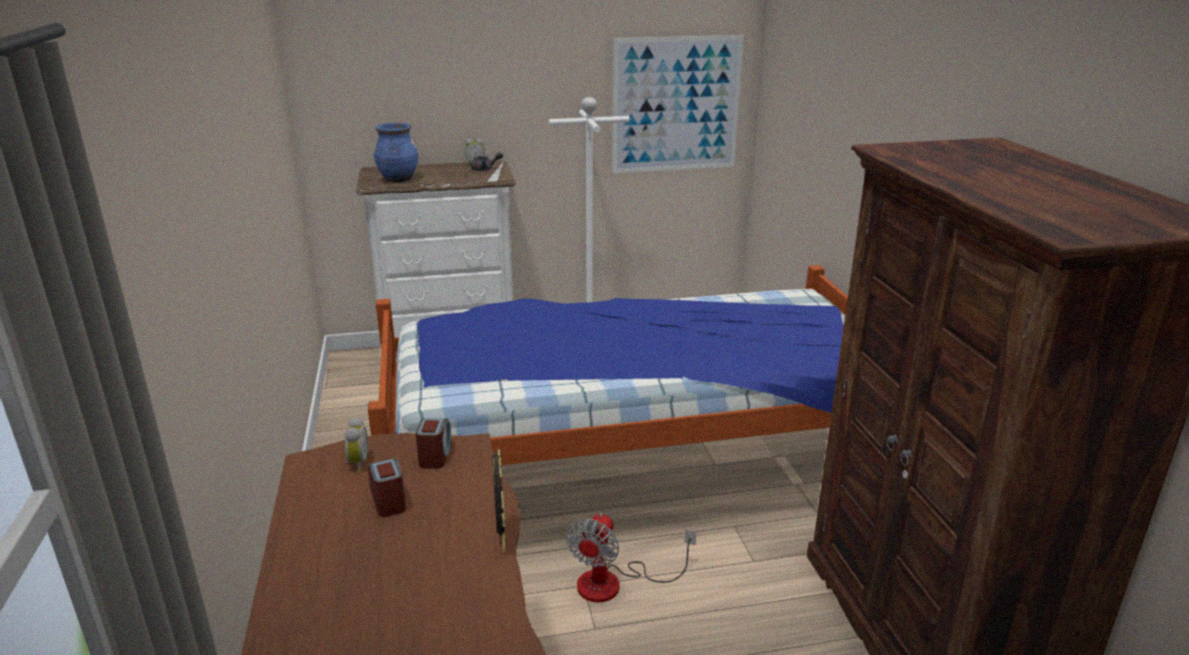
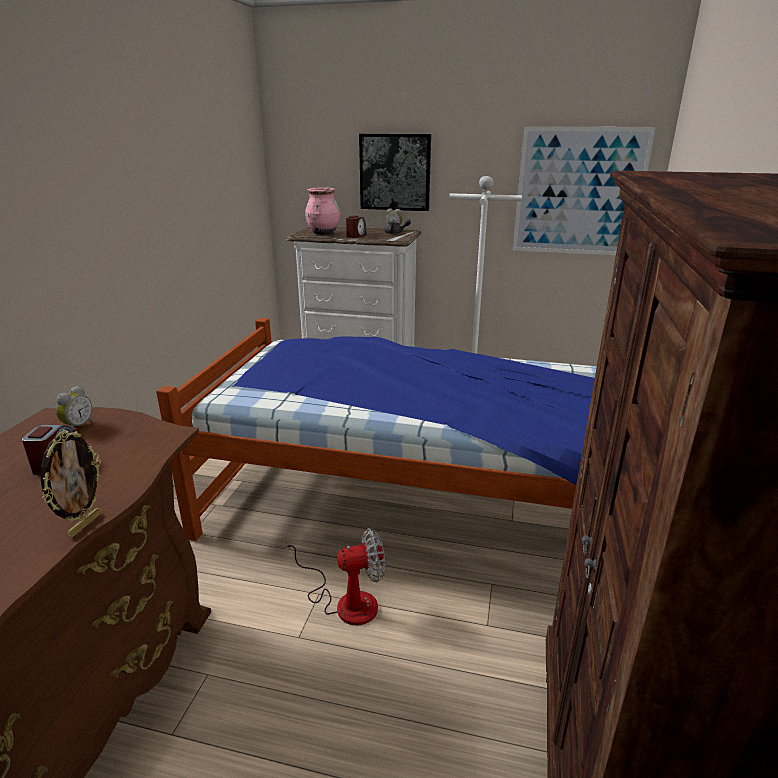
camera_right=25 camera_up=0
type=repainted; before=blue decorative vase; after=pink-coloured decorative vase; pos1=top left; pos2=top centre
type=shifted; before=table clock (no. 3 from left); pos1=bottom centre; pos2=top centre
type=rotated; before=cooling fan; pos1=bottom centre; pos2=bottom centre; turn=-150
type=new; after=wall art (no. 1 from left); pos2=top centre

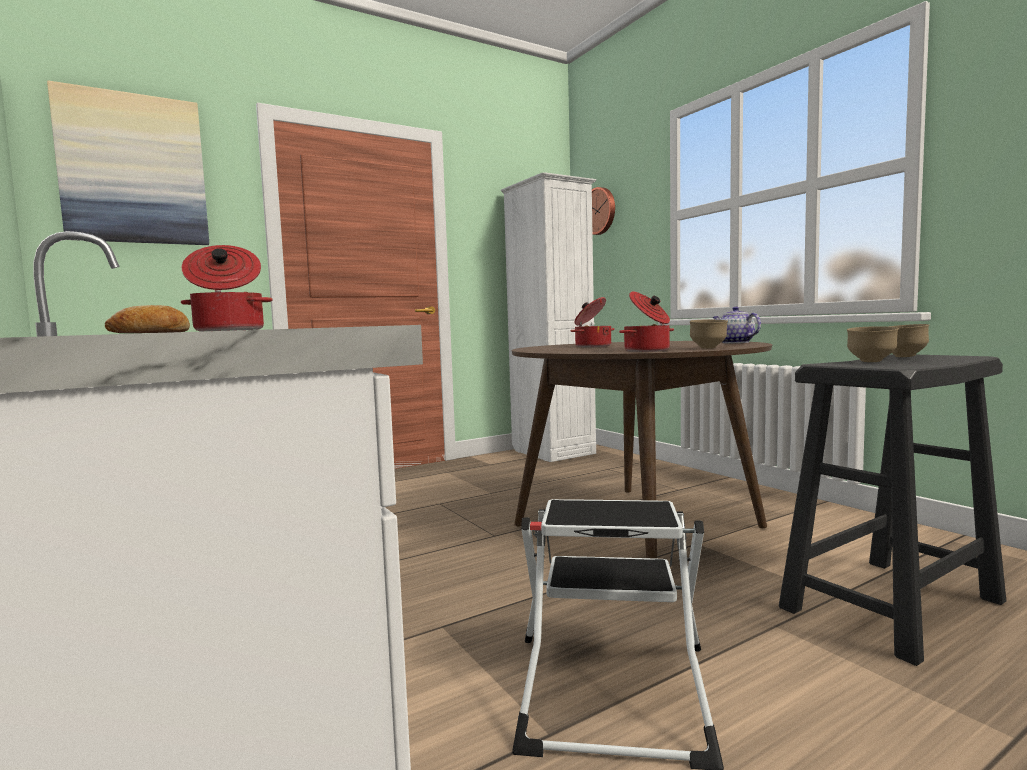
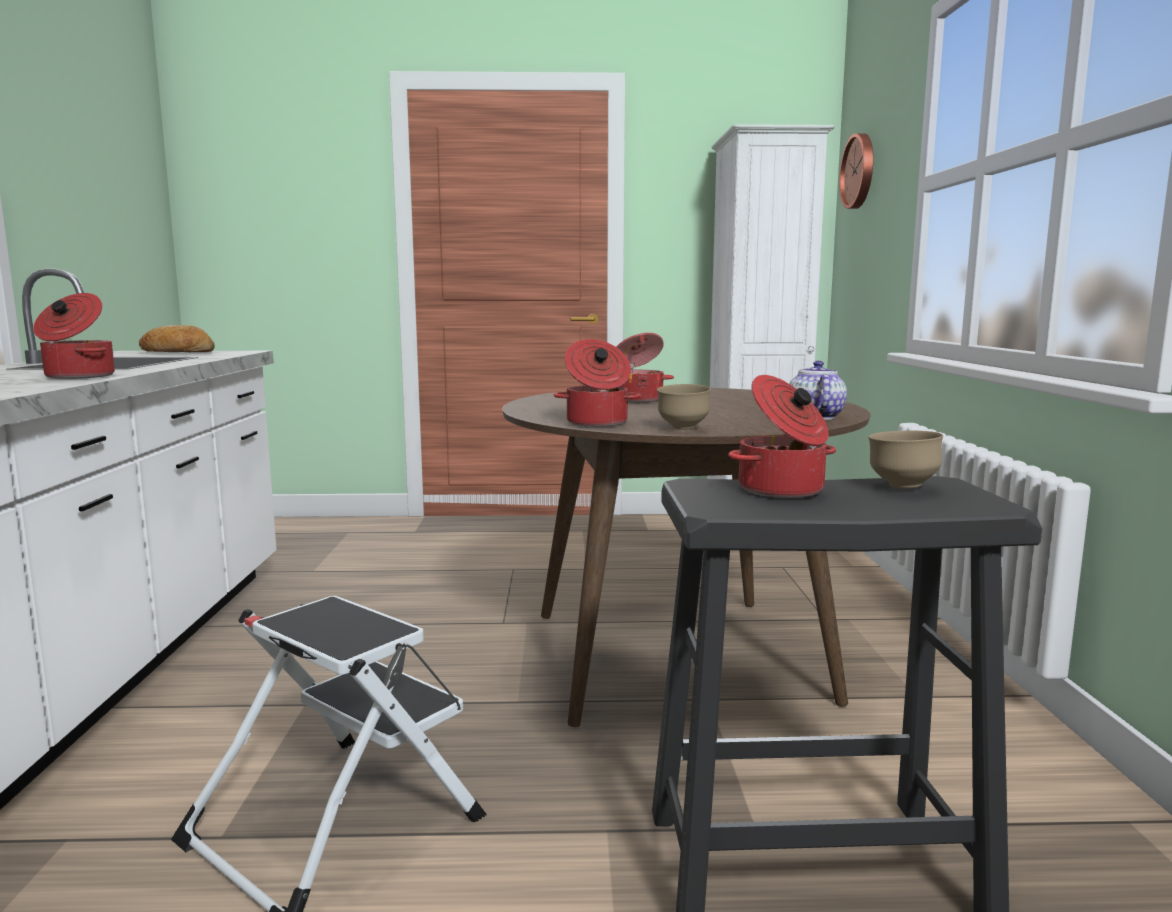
camera_right=30 camera_up=5
type=gone; before=wall art; pos1=top left
type=swapped; before=brownish serving bowl (no. 2 from left); after=saucepot (no. 4 from left); pos1=middle right; pos2=middle right

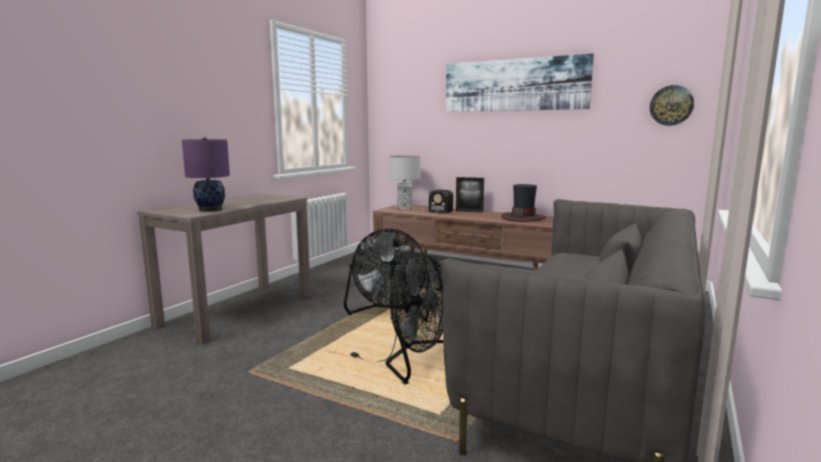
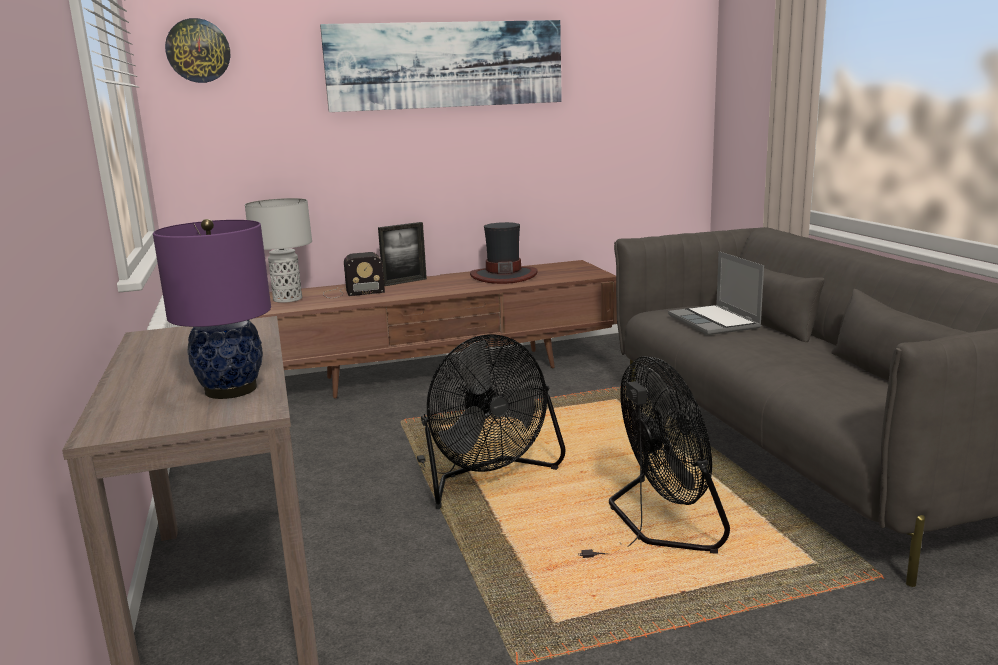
camera_right=-45 camera_up=5
type=shifted; before=hanging clock; pos1=top right; pos2=top left
type=new; after=portable computer; pos2=middle right

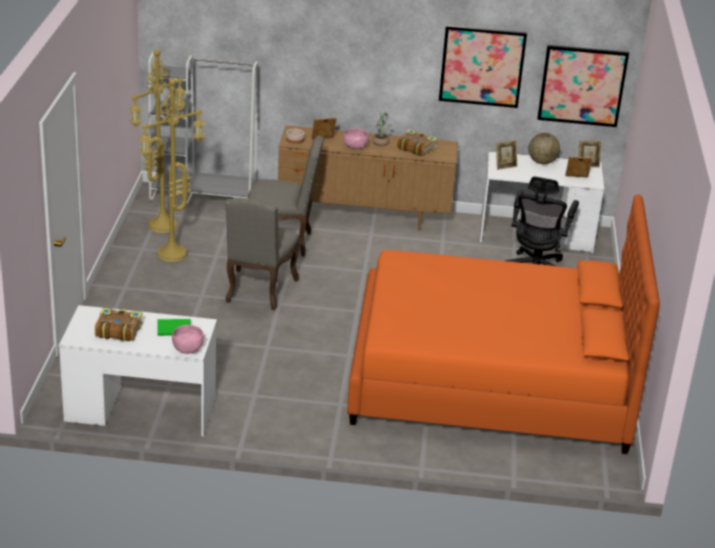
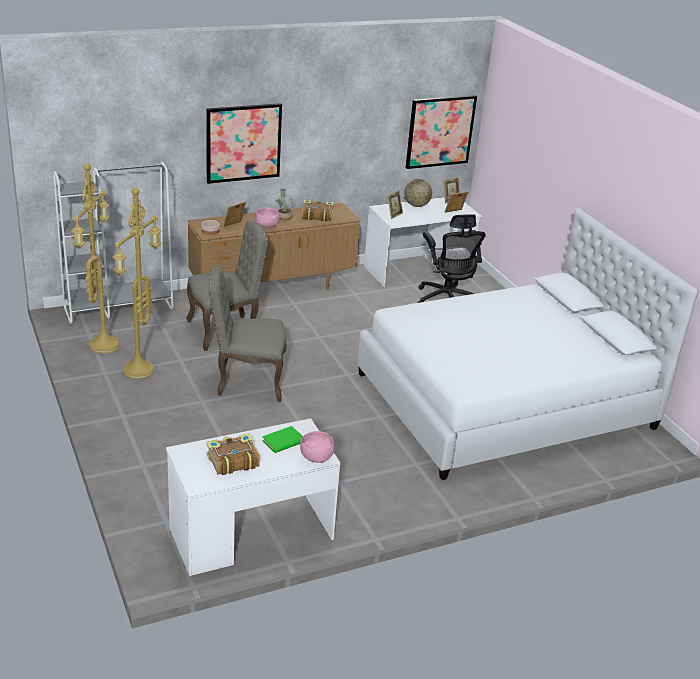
camera_right=-30 camera_up=0
type=rotated; before=grey upright chair (no. 1 from left in the first image); pos1=centre; pos2=centre; turn=105
type=repainted; before=orange-coloured sleeping bed; after=whitish sleeping bed; pos1=middle right; pos2=middle right
type=shifted; before=wall art (no. 1 from left); pos1=top right; pos2=top centre

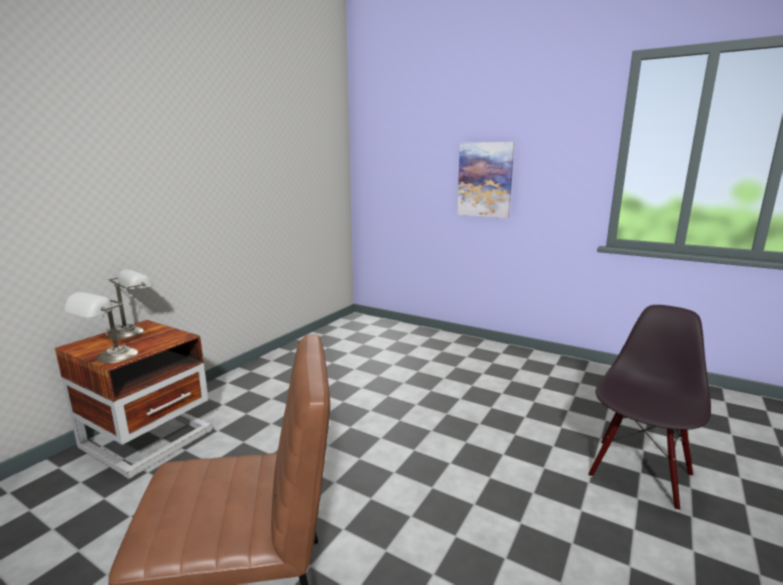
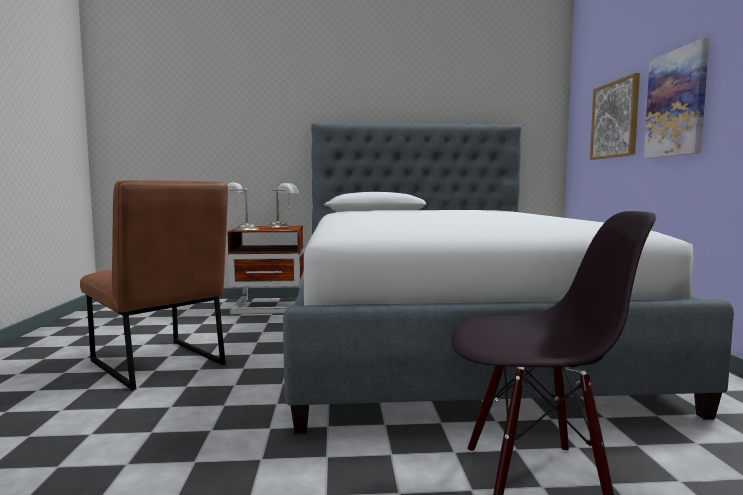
camera_right=55 camera_up=-10
type=new; after=sleeping bed; pos2=middle right
type=new; after=wall art (no. 1 from left); pos2=top right

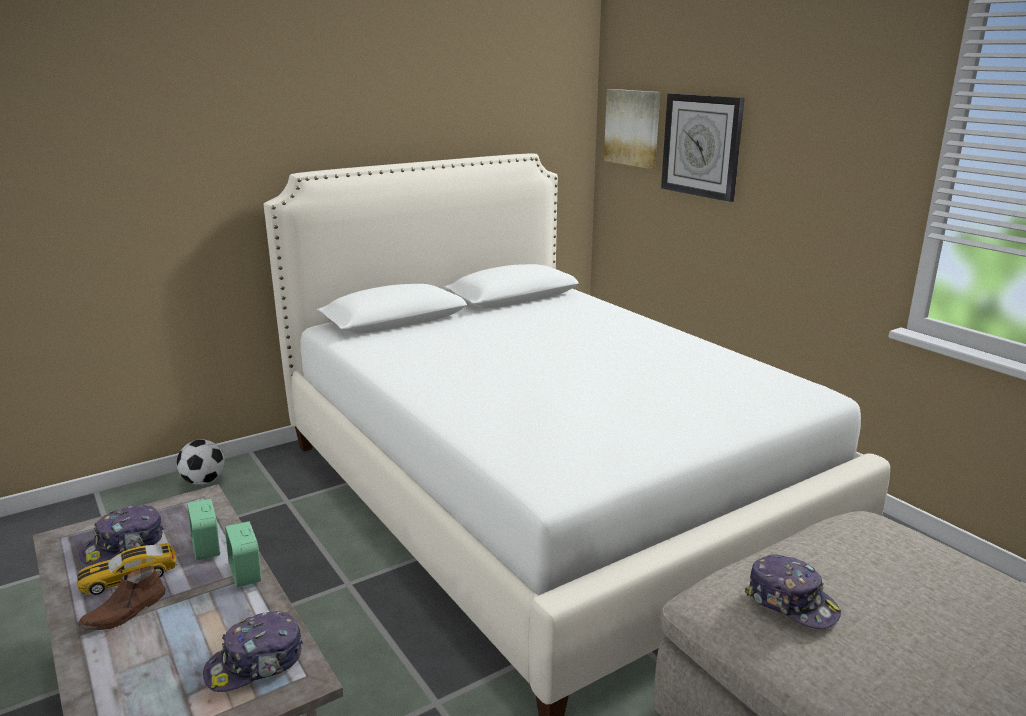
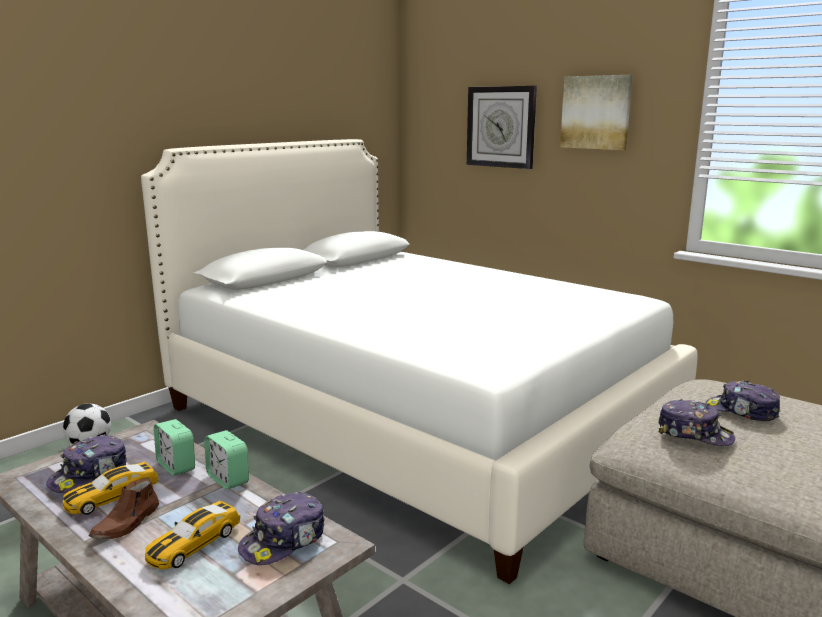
camera_right=-15 camera_up=-5
type=shifted; before=wall art; pos1=top centre; pos2=top right
type=new; after=model car (no. 2 from left); pos2=bottom left
type=new; after=peaked cap (no. 4 from left); pos2=middle right

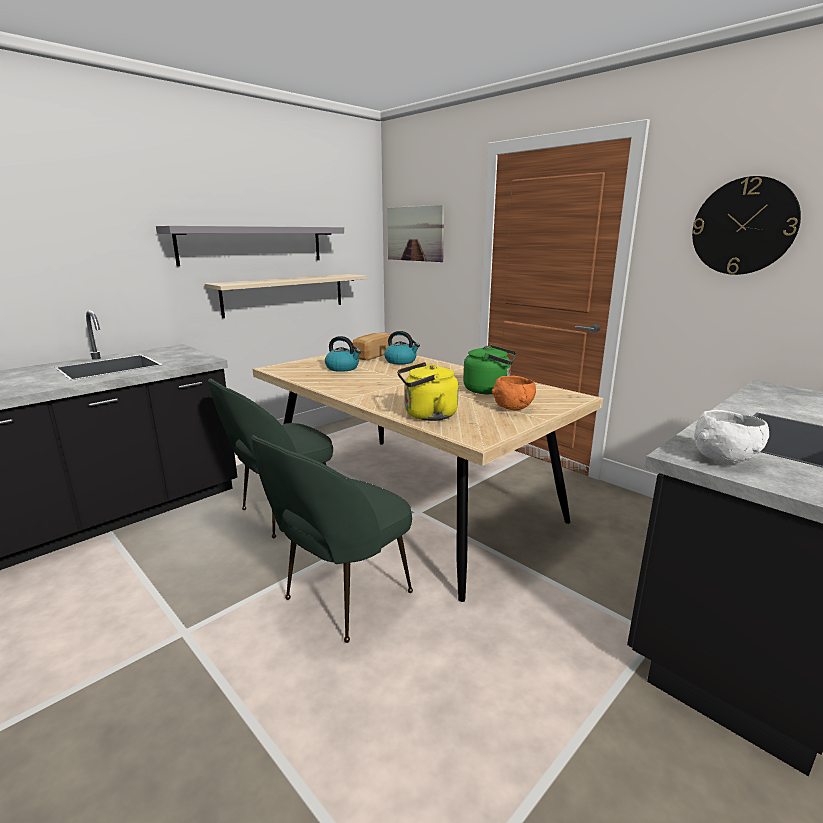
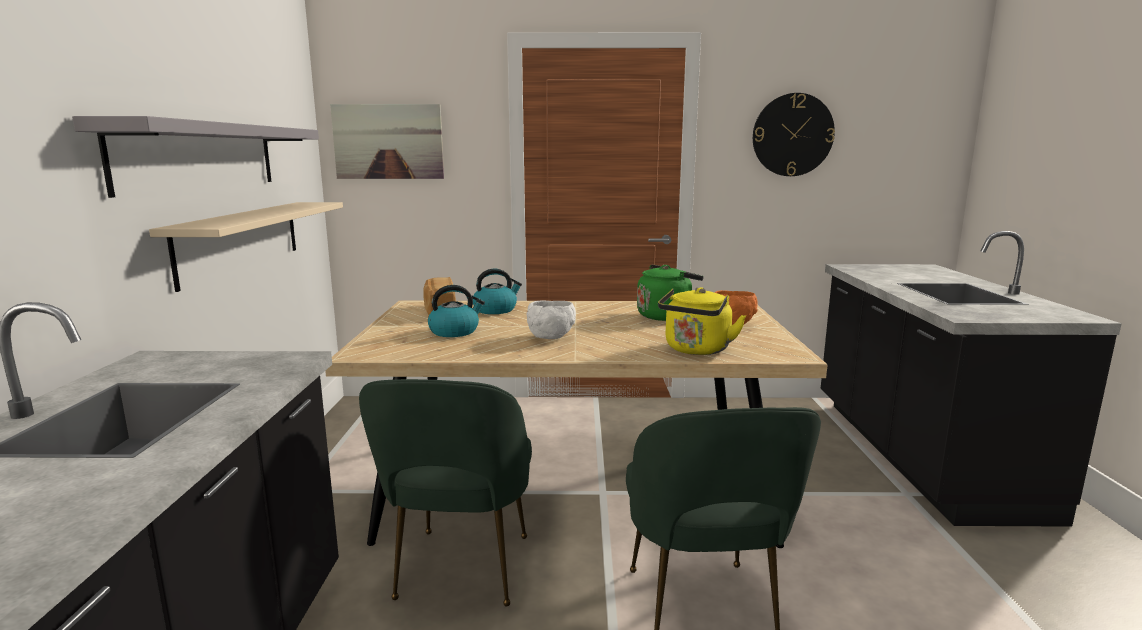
camera_right=-45 camera_up=-5
type=shifted; before=whitish serving bowl; pos1=middle right; pos2=centre

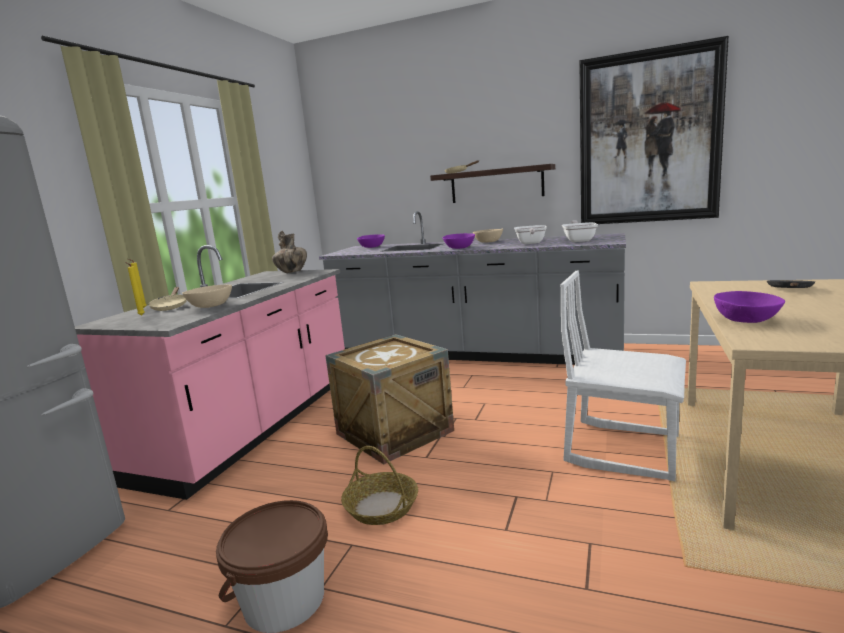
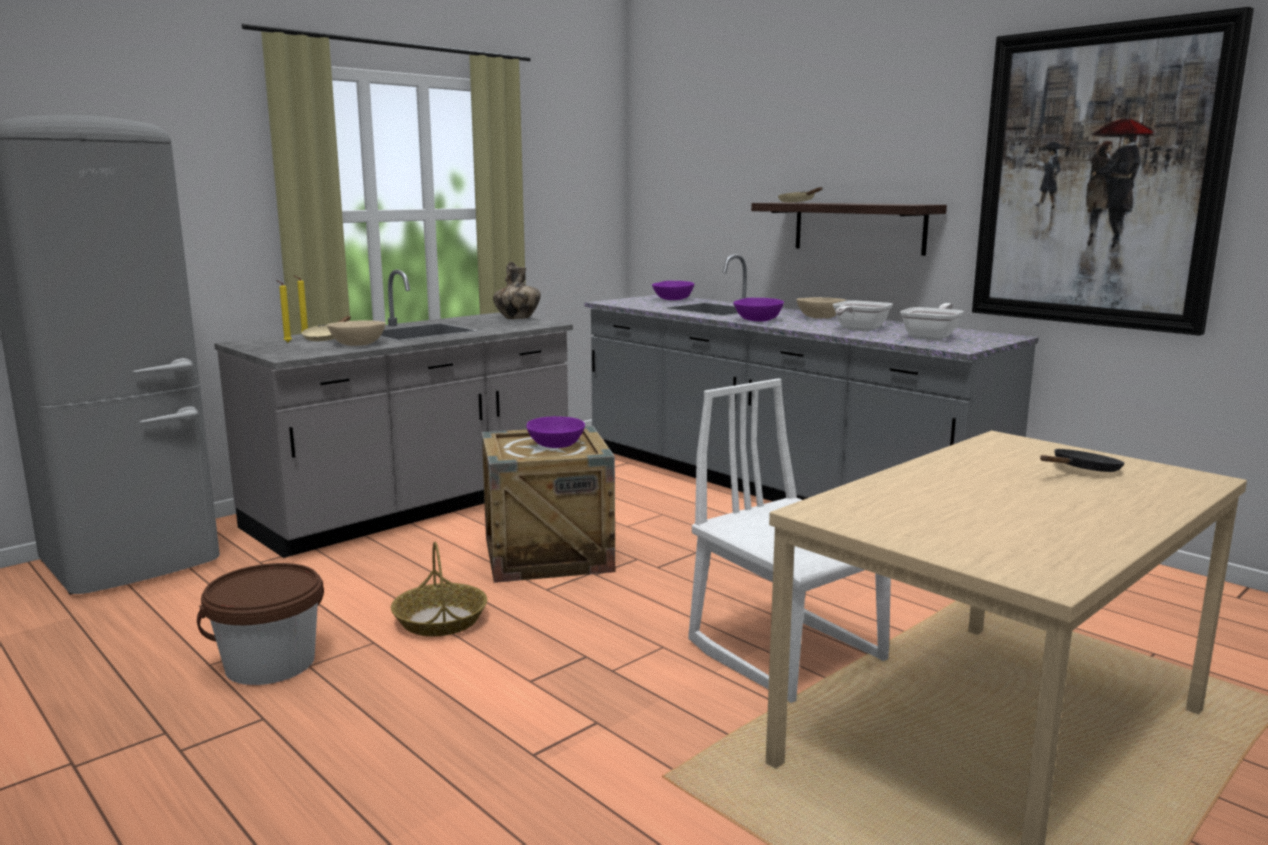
camera_right=25 camera_up=0
type=repainted; before=pink-coloured kitchen counter; after=grey kitchen counter (no. 1 from left); pos1=middle left; pos2=middle left
type=shifted; before=purple-coloured serving bowl (no. 3 from left in the first image); after=purple-coloured serving bowl (no. 1 from left); pos1=middle right; pos2=centre

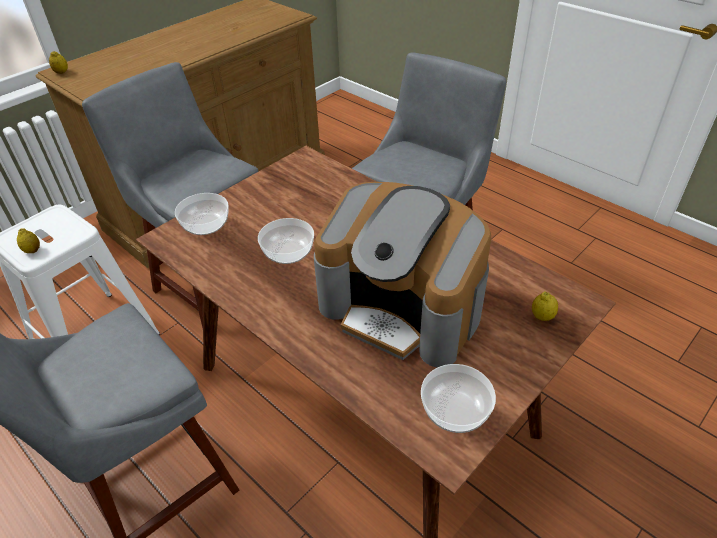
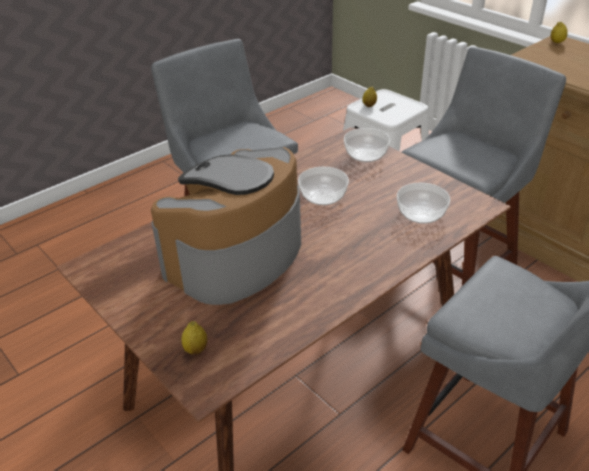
camera_right=95 camera_up=-5
type=shifted; before=serving bowl (no. 3 from left); pos1=bottom centre; pos2=middle right

